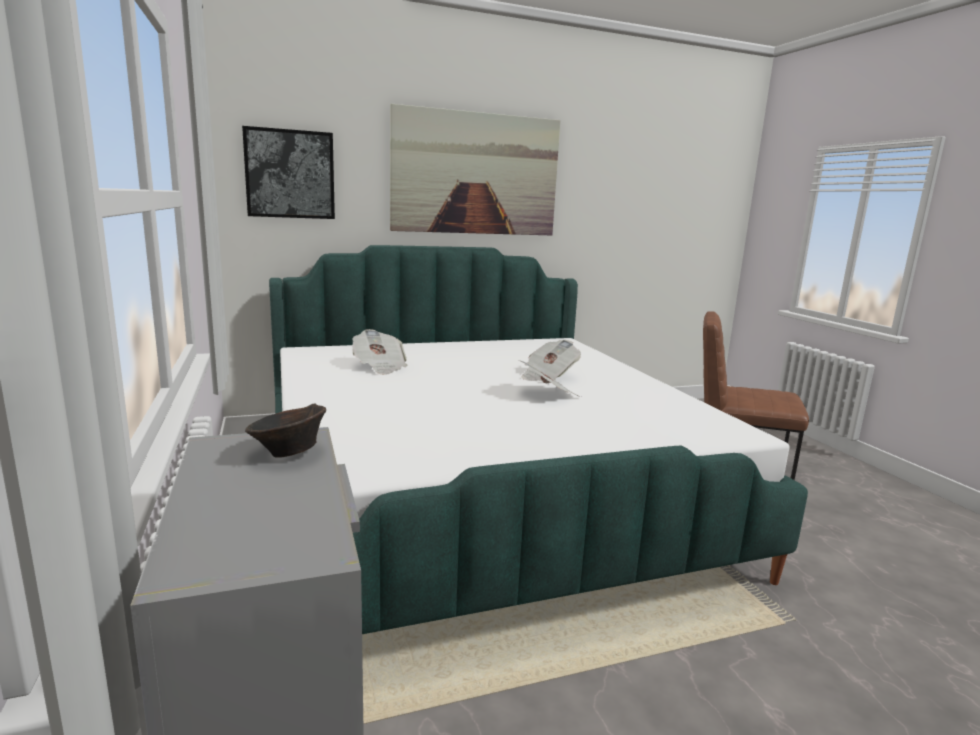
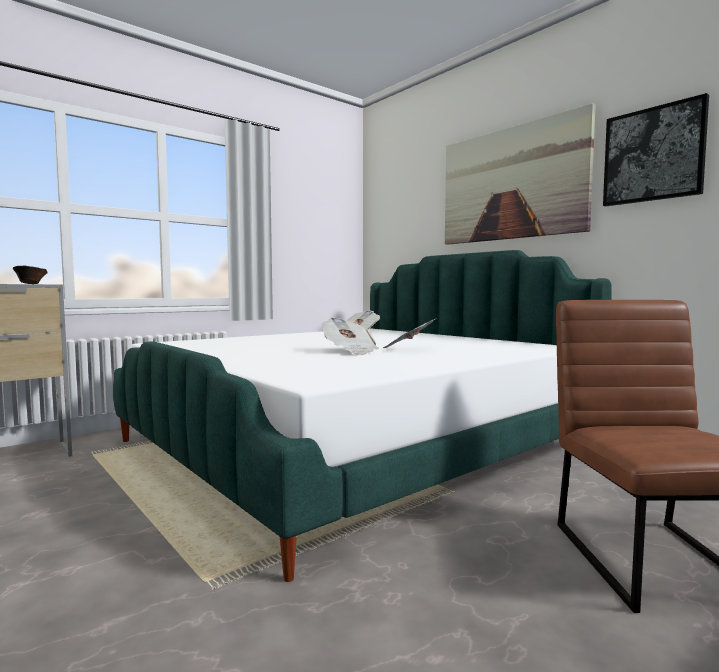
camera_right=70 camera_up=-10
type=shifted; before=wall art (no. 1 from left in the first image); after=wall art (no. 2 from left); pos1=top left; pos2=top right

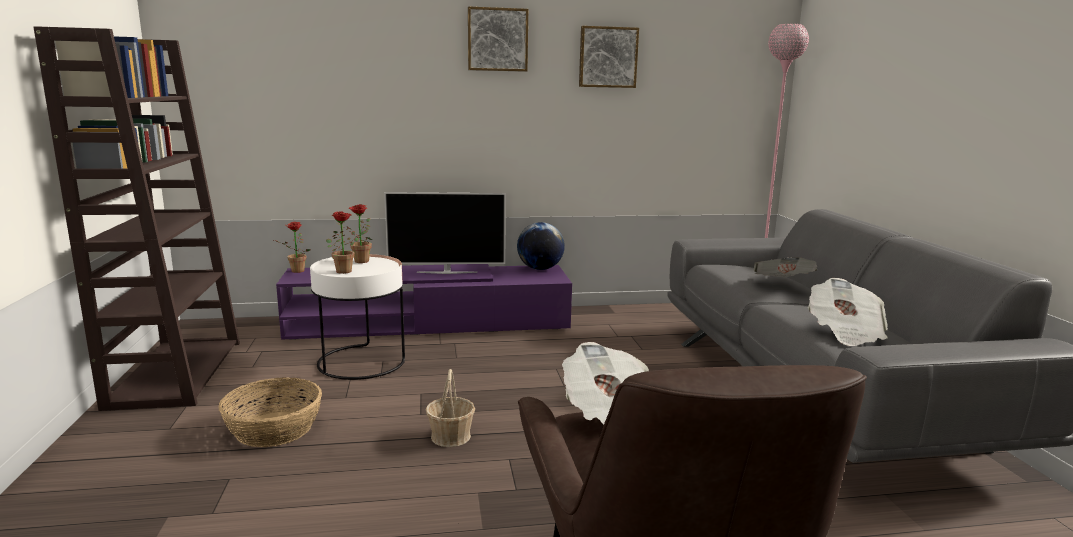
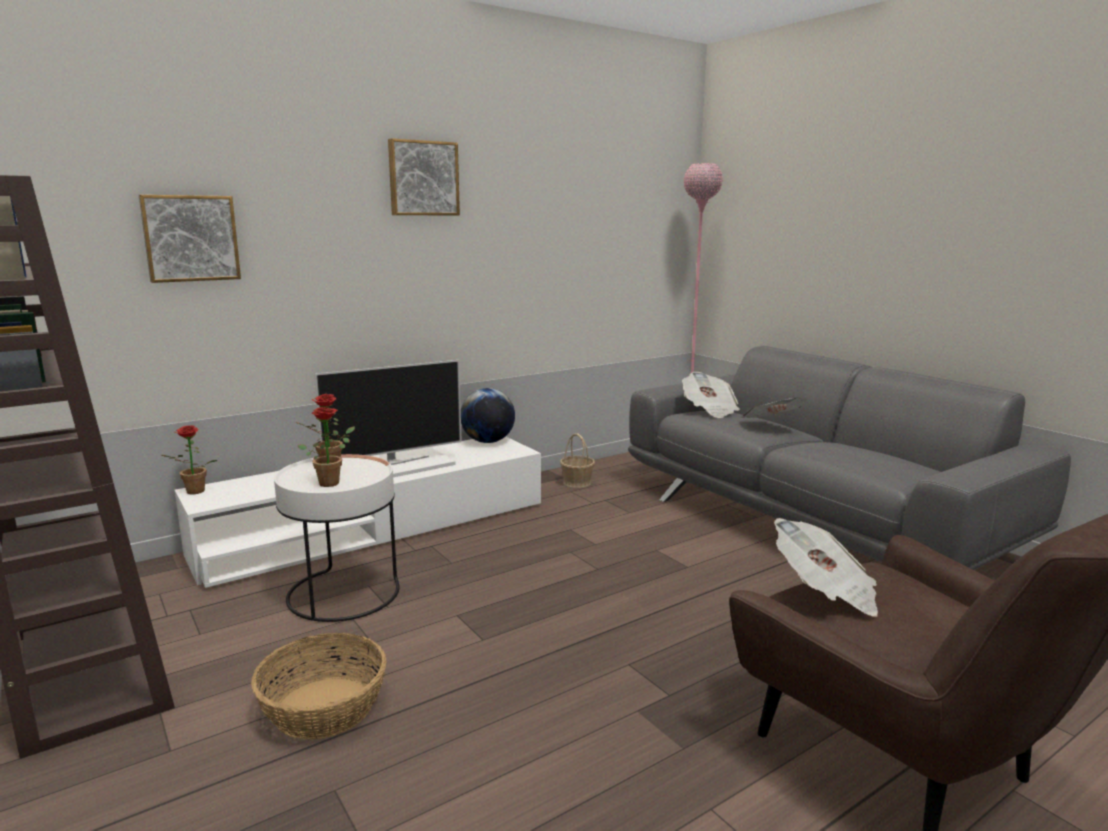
camera_right=-25 camera_up=0
type=repainted; before=purple-coloured media console; after=whitish media console; pos1=centre; pos2=middle left
type=shifted; before=basket (no. 2 from left); pos1=bottom centre; pos2=centre
type=shifted; before=wall art (no. 2 from left in the first image); after=wall art (no. 1 from left); pos1=top centre; pos2=top left
type=shifted; before=daily paper (no. 3 from left in the first image); after=daily paper (no. 1 from left); pos1=middle right; pos2=centre

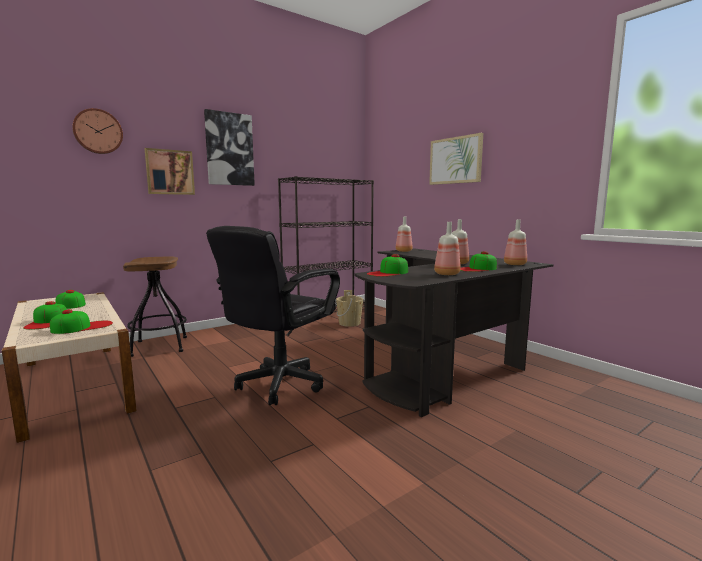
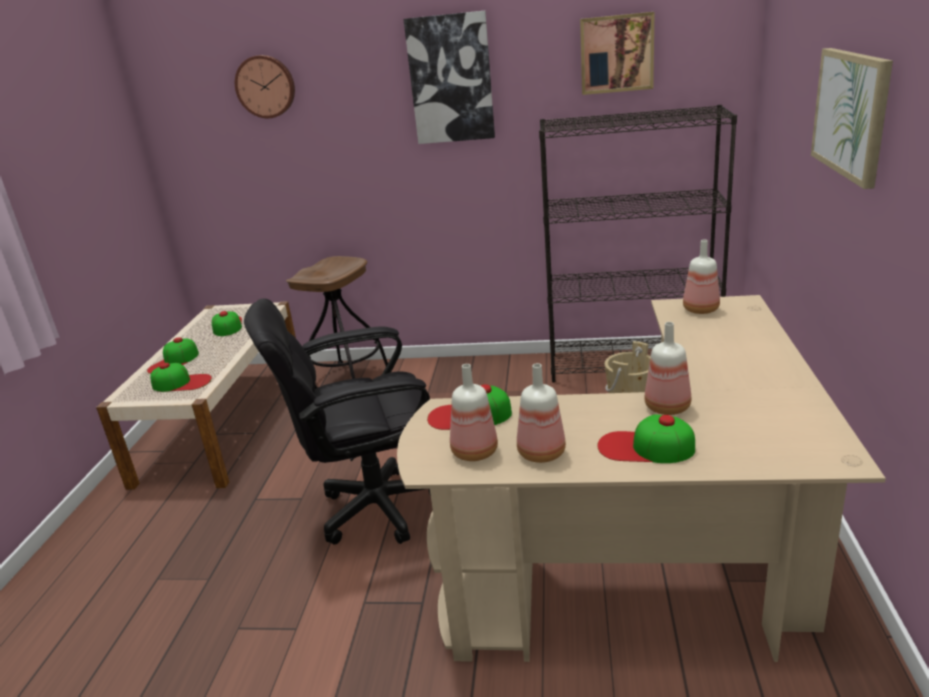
camera_right=45 camera_up=15
type=shifted; before=wall art (no. 1 from left in the first image); after=wall art (no. 2 from left); pos1=top left; pos2=top centre
type=repainted; before=black desk; after=beige-coloured desk; pos1=centre; pos2=bottom right
type=shifted; before=bottle (no. 4 from left in the first image); after=bottle (no. 1 from left); pos1=middle right; pos2=centre

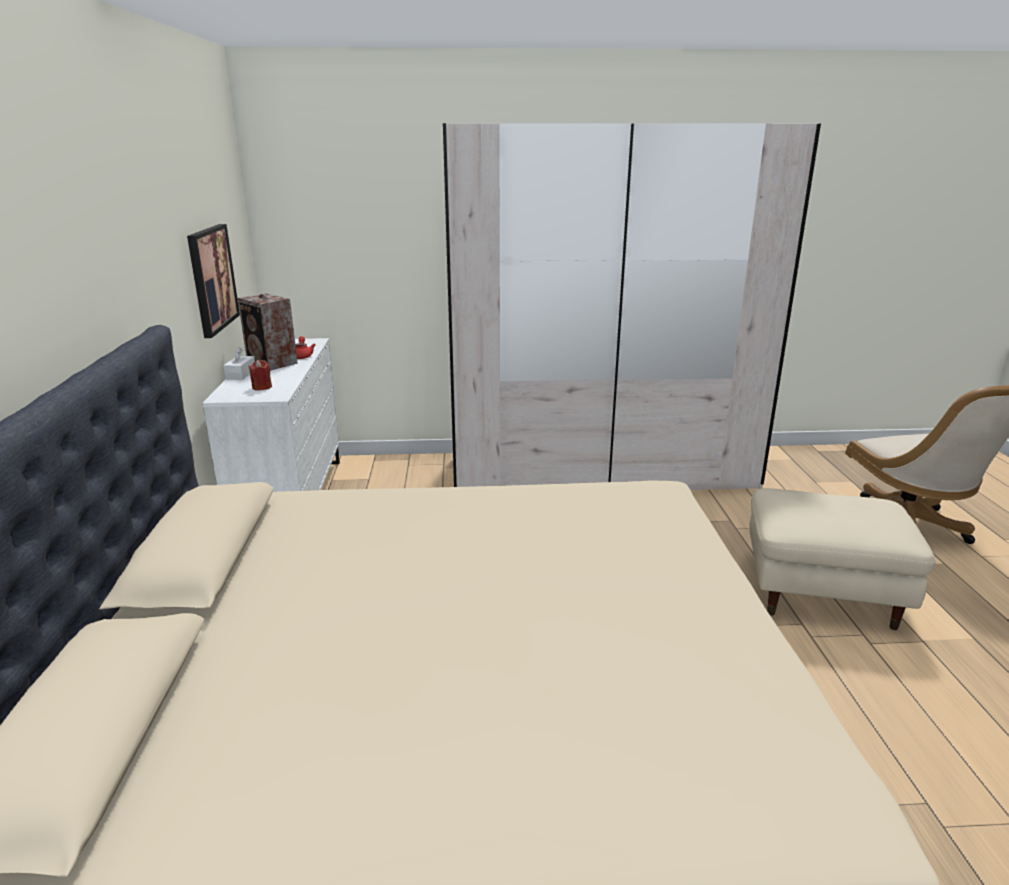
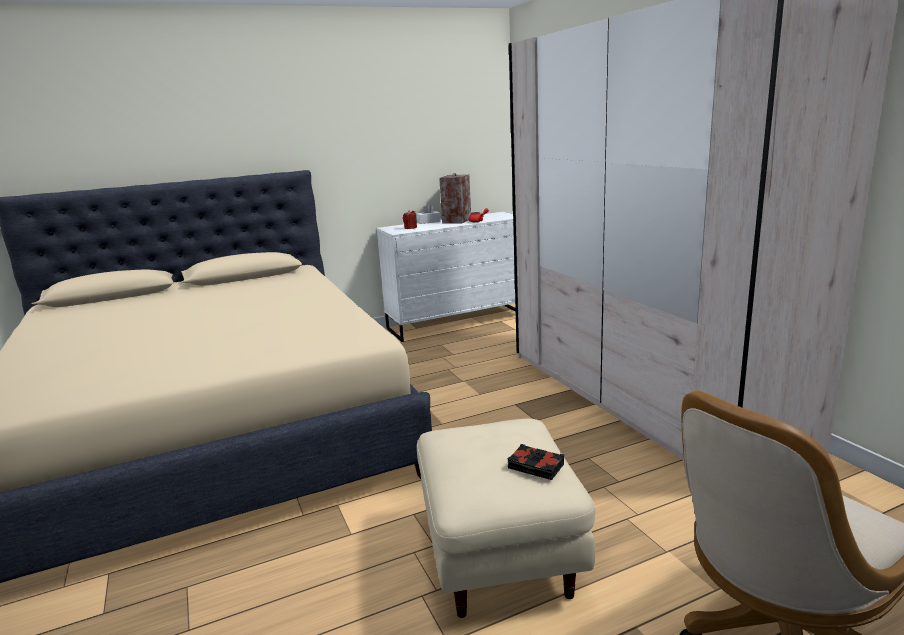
camera_right=70 camera_up=-5
type=gone; before=wall art; pos1=top left
type=new; after=black volume; pos2=bottom centre

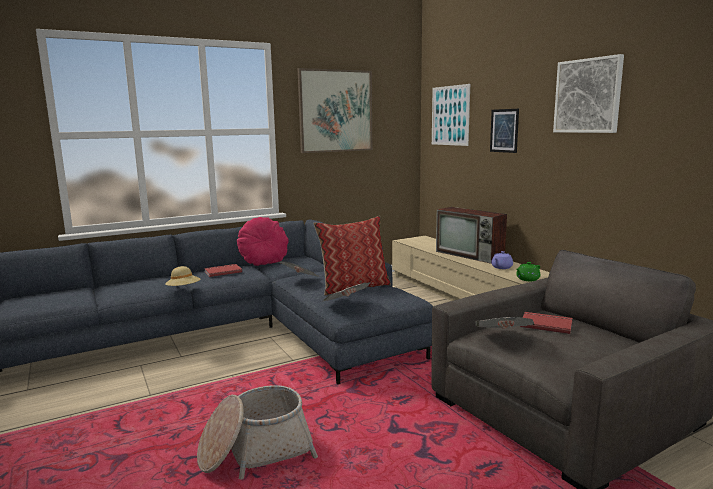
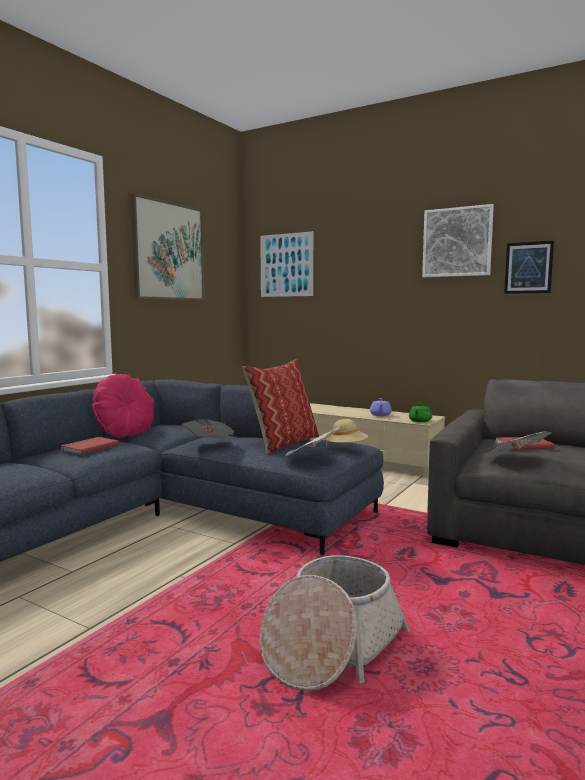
camera_right=-30 camera_up=-5
type=shifted; before=beige-coloured hat; pos1=middle left; pos2=centre
type=gone; before=TV; pos1=centre
type=shifted; before=wall art (no. 3 from left in the first image); after=wall art (no. 4 from left); pos1=top right; pos2=middle right

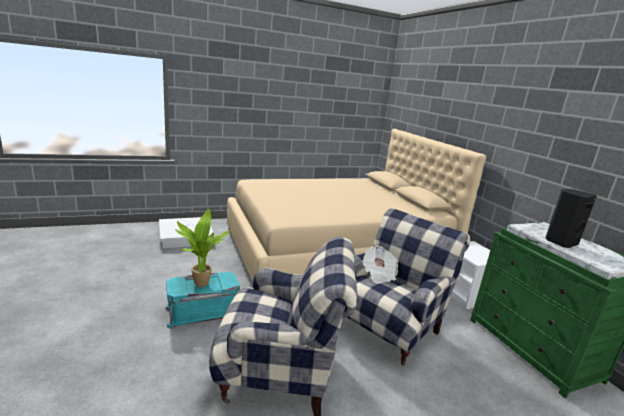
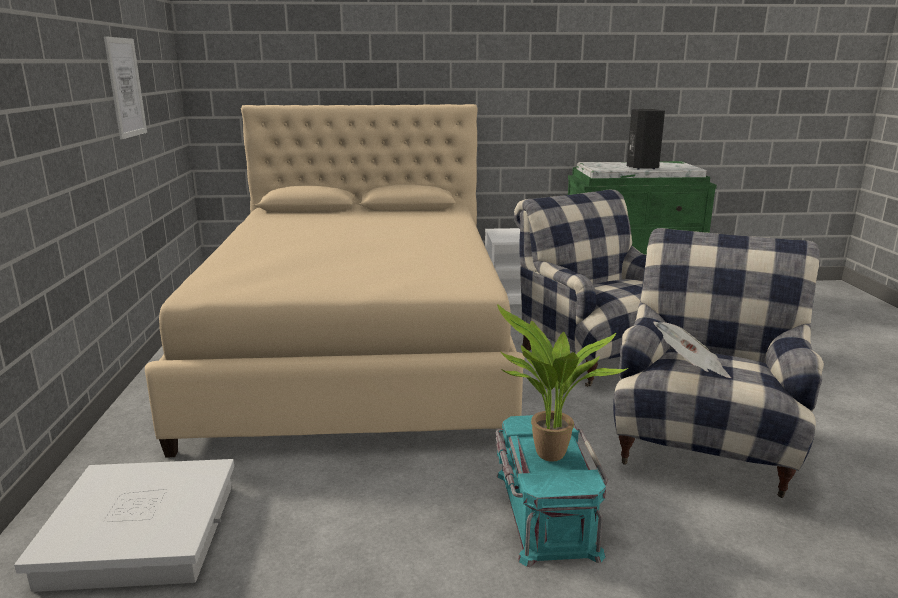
camera_right=-70 camera_up=0
type=shifted; before=daily paper; pos1=centre; pos2=middle right
type=new; after=wall art; pos2=top left

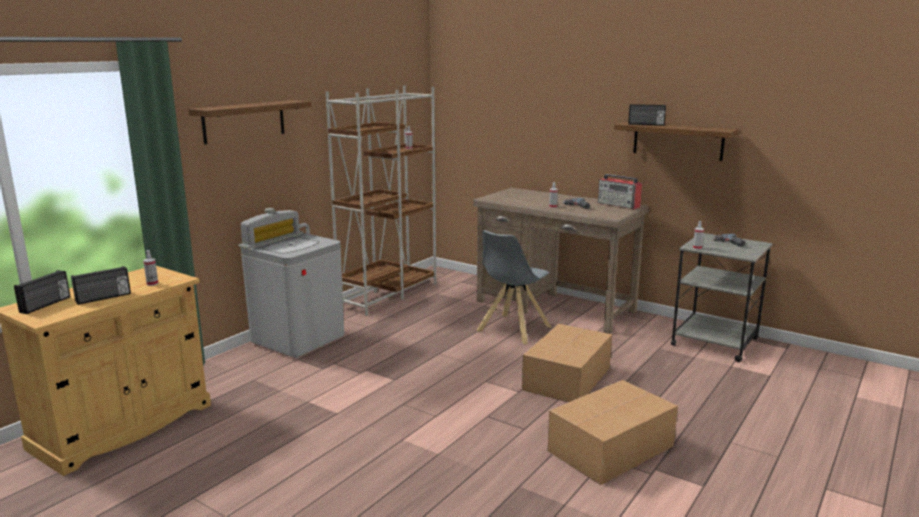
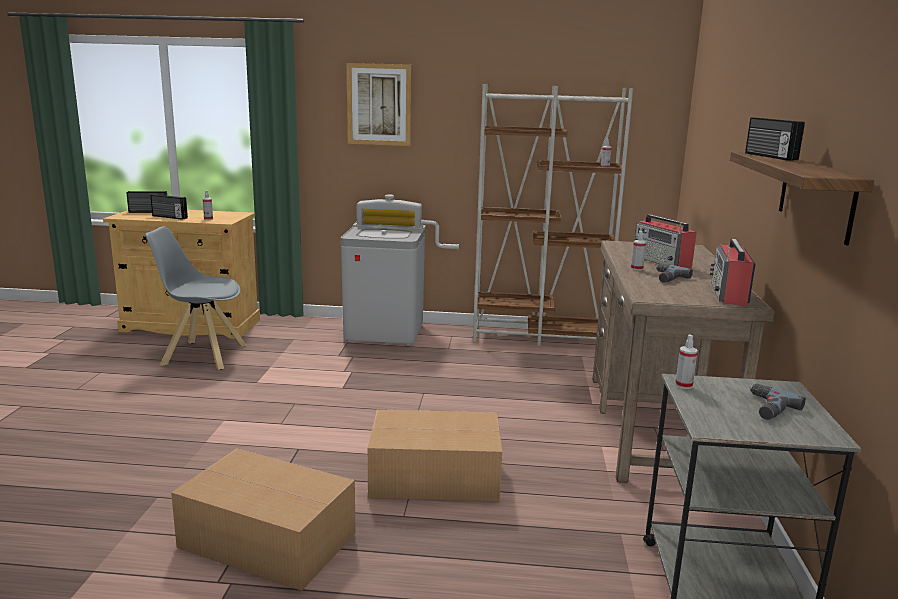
camera_right=60 camera_up=0
type=swapped; before=bracket shelf (no. 1 from left); after=wall art; pos1=top left; pos2=top centre
type=shifted; before=grey upright chair; pos1=centre; pos2=middle left
type=new; after=radio receiver (no. 3 from left); pos2=middle right

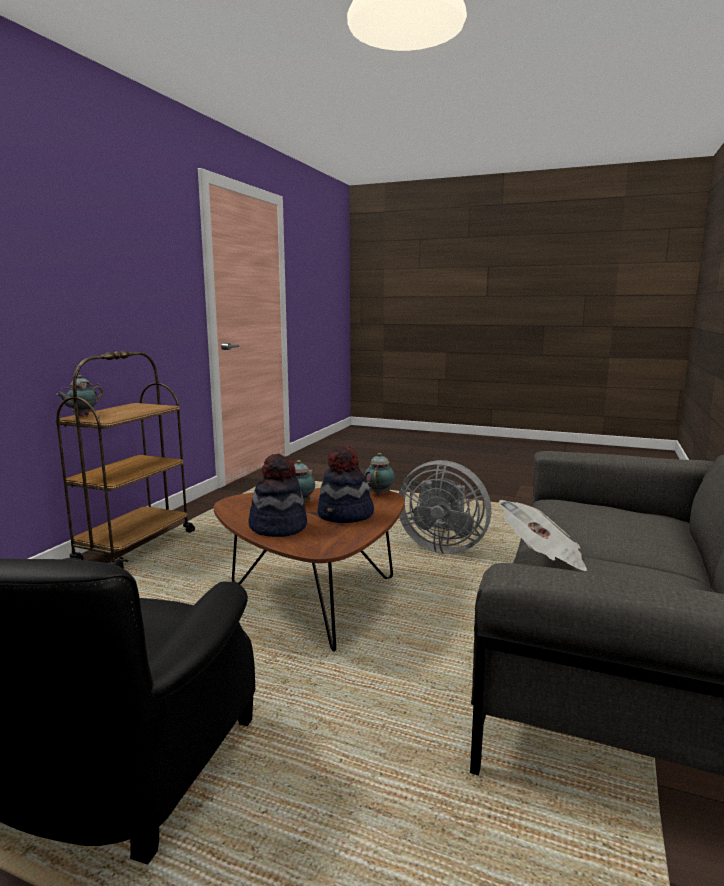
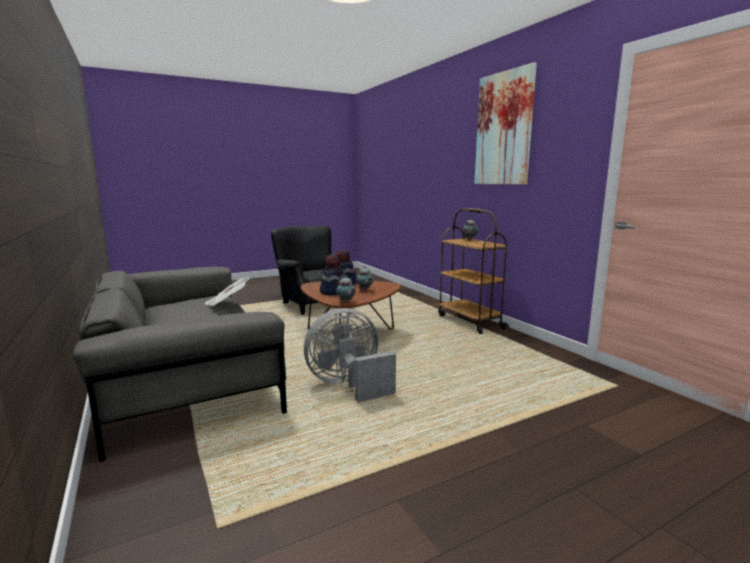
camera_right=130 camera_up=0
type=new; after=wall art; pos2=top right

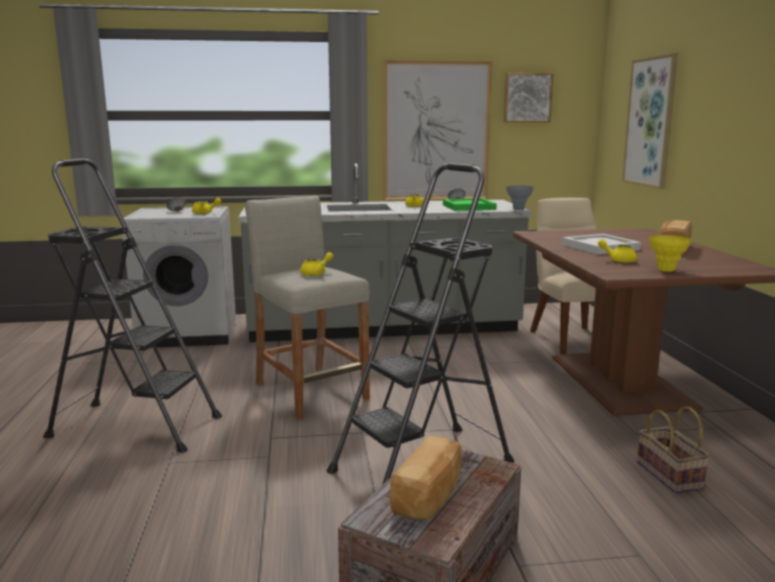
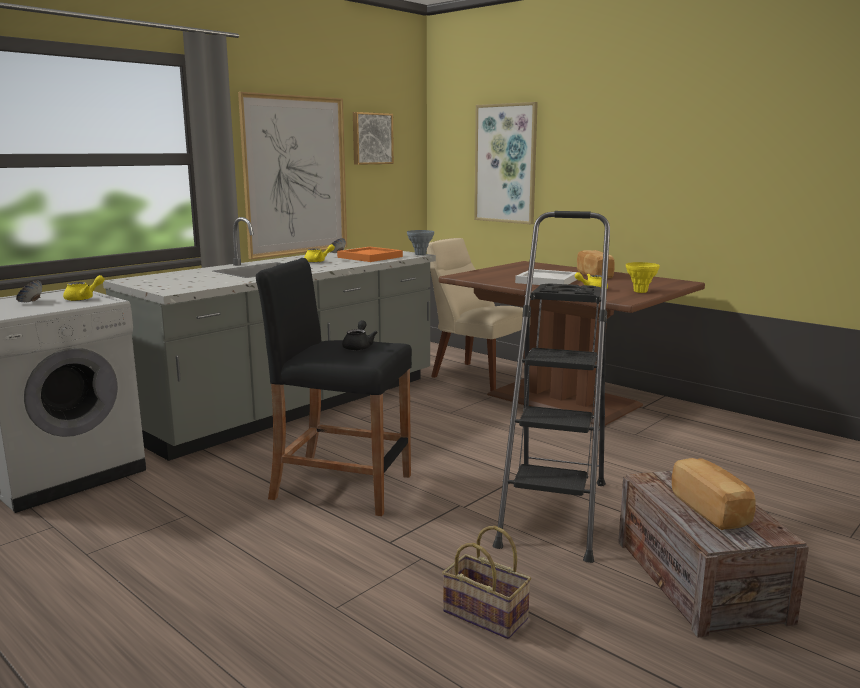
camera_right=-40 camera_up=0
type=gone; before=step stool (no. 1 from left); pos1=middle left
type=repainted; before=beige-coloured stool seat; after=black stool seat; pos1=centre; pos2=centre
type=repainted; before=yellow pot for tea (no. 2 from left); after=black pot for tea; pos1=centre; pos2=centre
type=repainted; before=green carrying tray; after=orange-coloured carrying tray; pos1=centre; pos2=centre
type=shifted; before=basket; pos1=bottom right; pos2=bottom centre

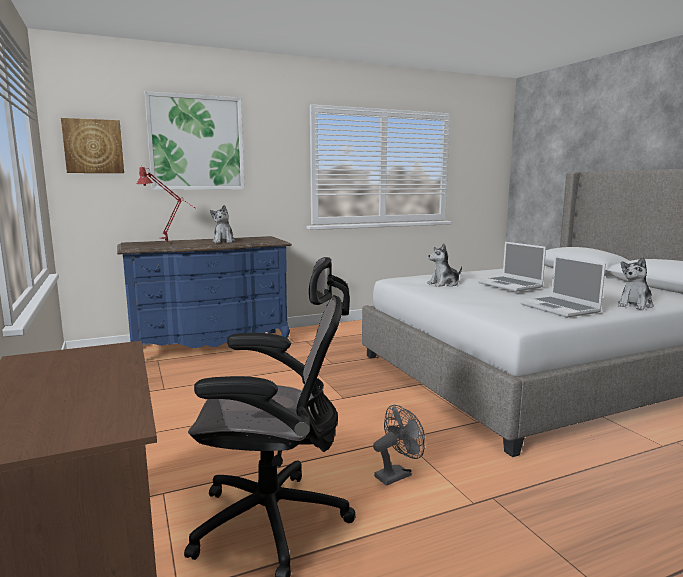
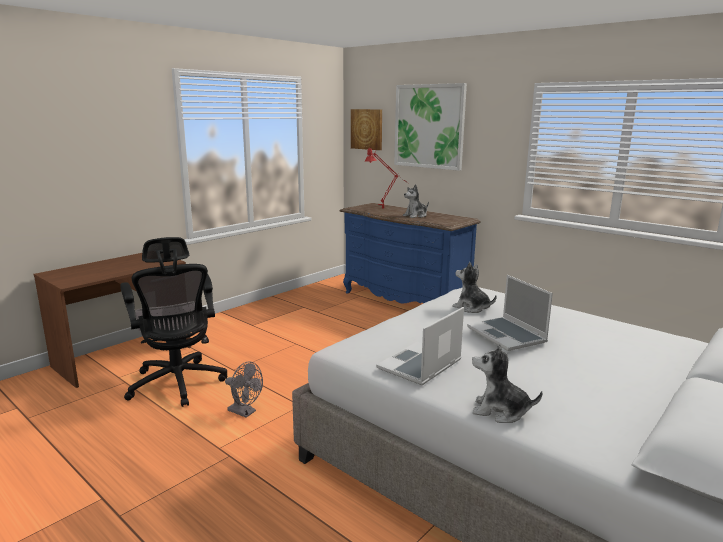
camera_right=65 camera_up=5
type=rotated; before=portable computer (no. 1 from left in the first image); pos1=middle right; pos2=middle right; turn=-60

